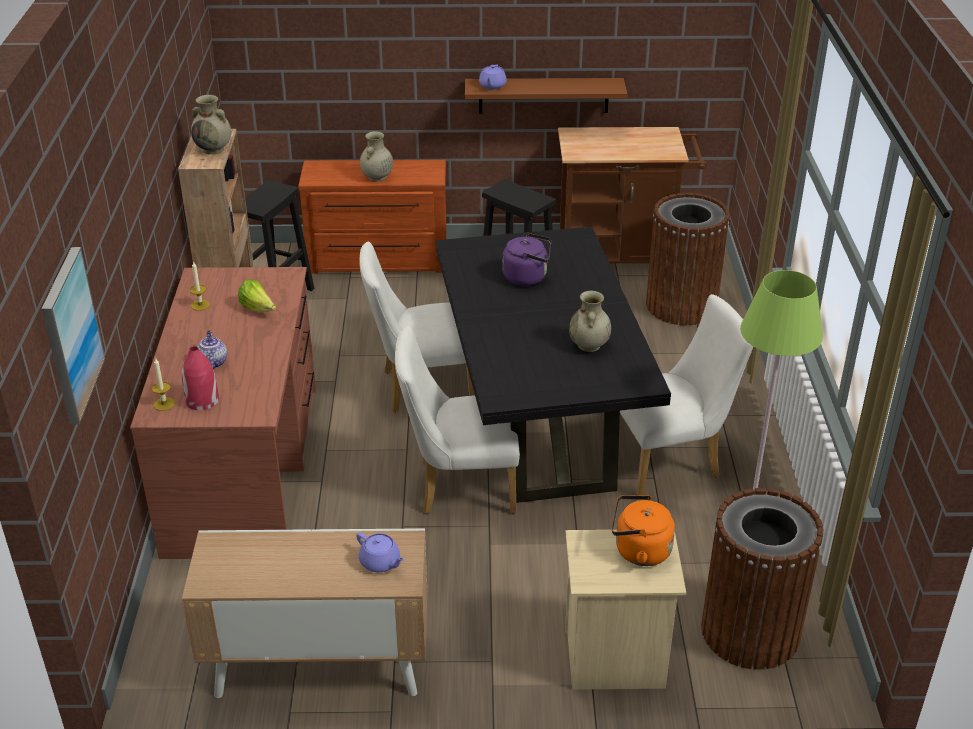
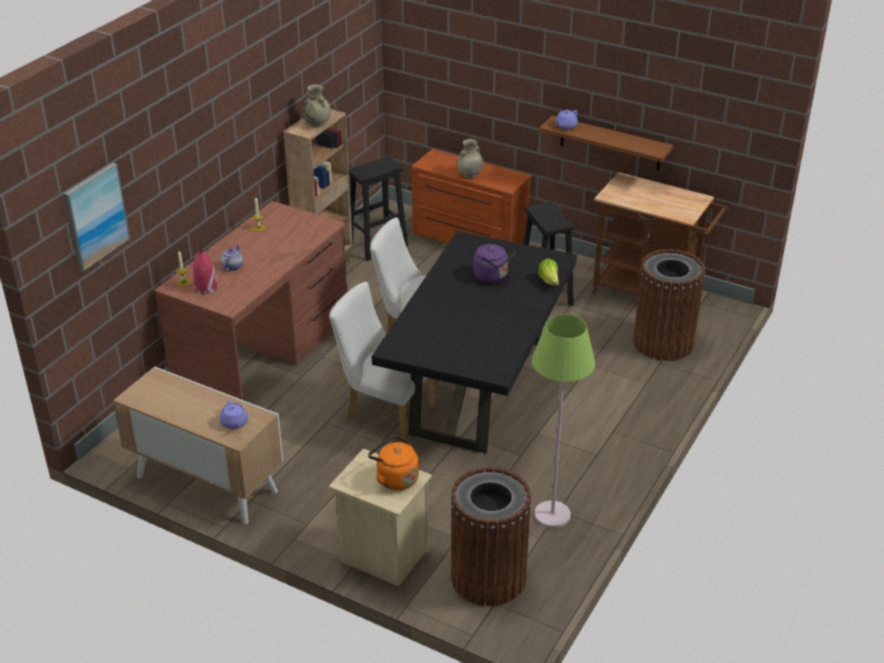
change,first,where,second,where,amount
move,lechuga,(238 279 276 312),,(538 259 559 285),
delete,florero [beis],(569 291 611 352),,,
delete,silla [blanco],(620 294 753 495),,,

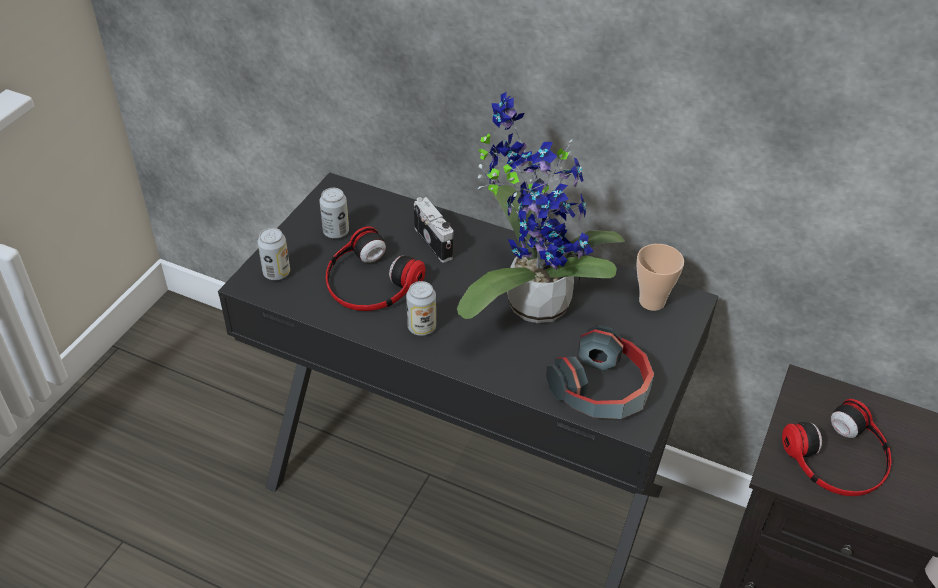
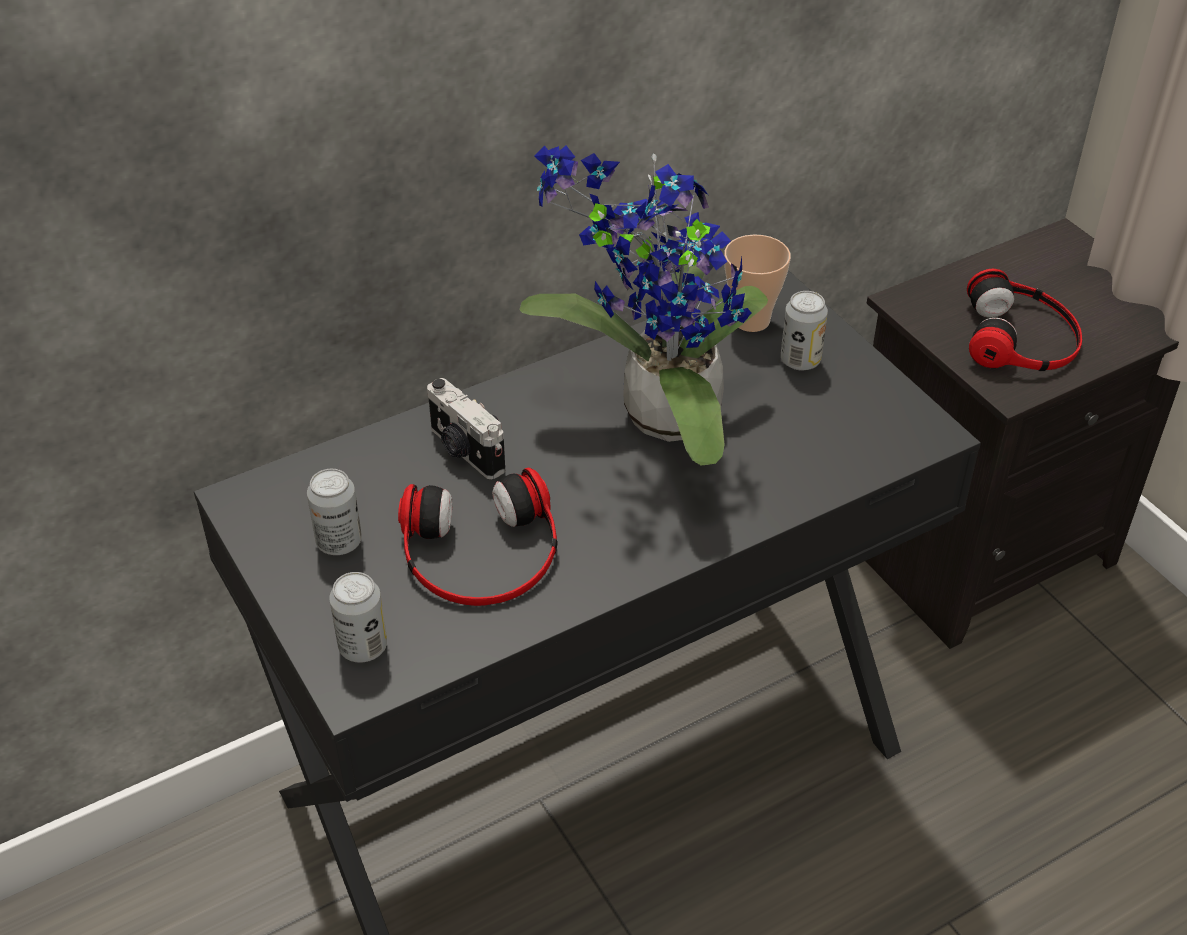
change,first,where,second,where,amount
rotate,cámara,(414 197 453 263),,(427 378 505 479),135 degrees counterclockwise
move,lata,(406 281 436 336),,(781 291 828 371),
delete,auriculares,(546 325 654 419),,,

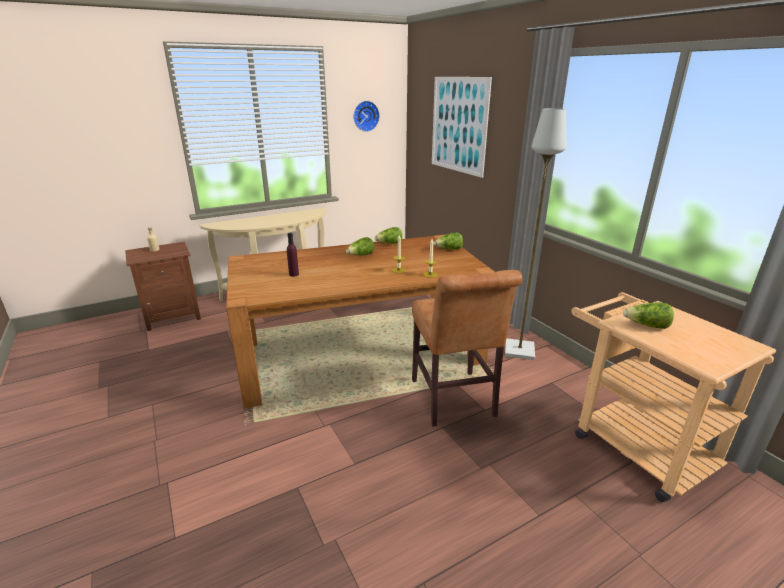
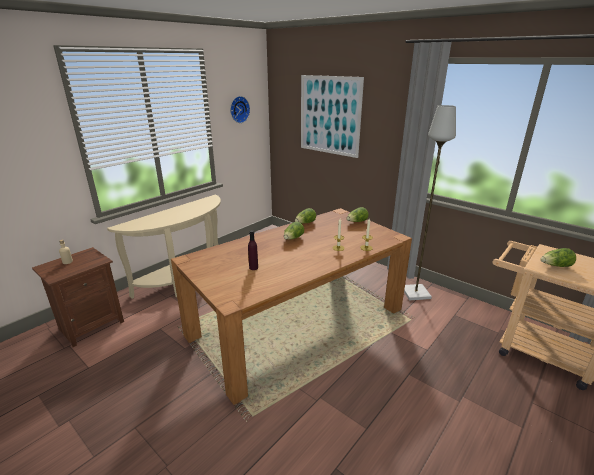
change,first,where,second,where,amount
delete,silla [marrón],(412 270 522 426),,,

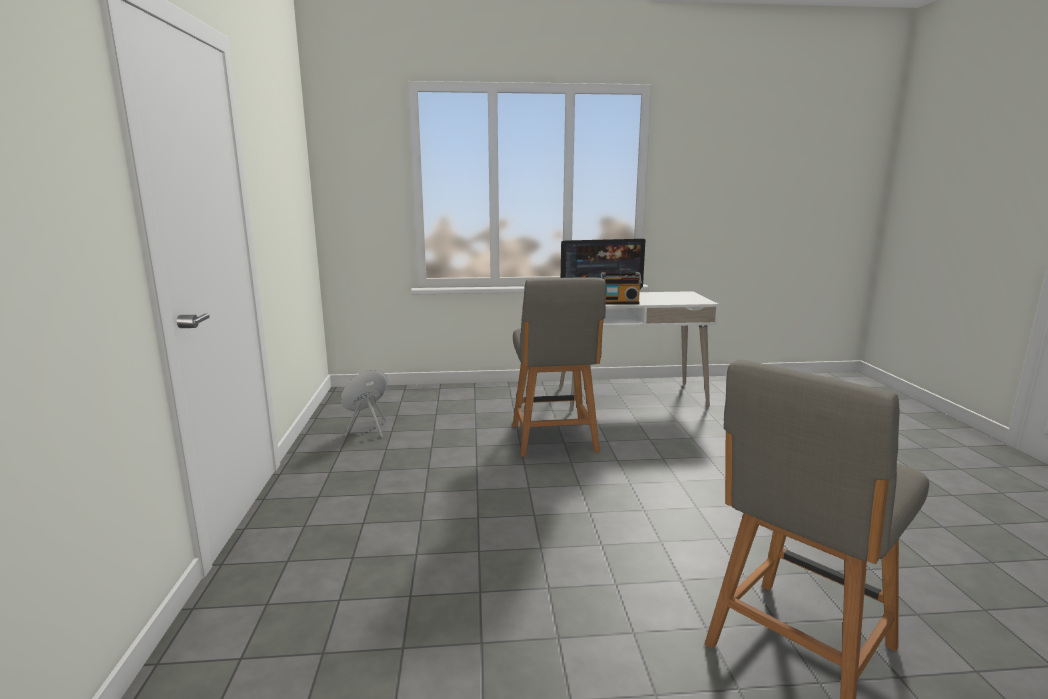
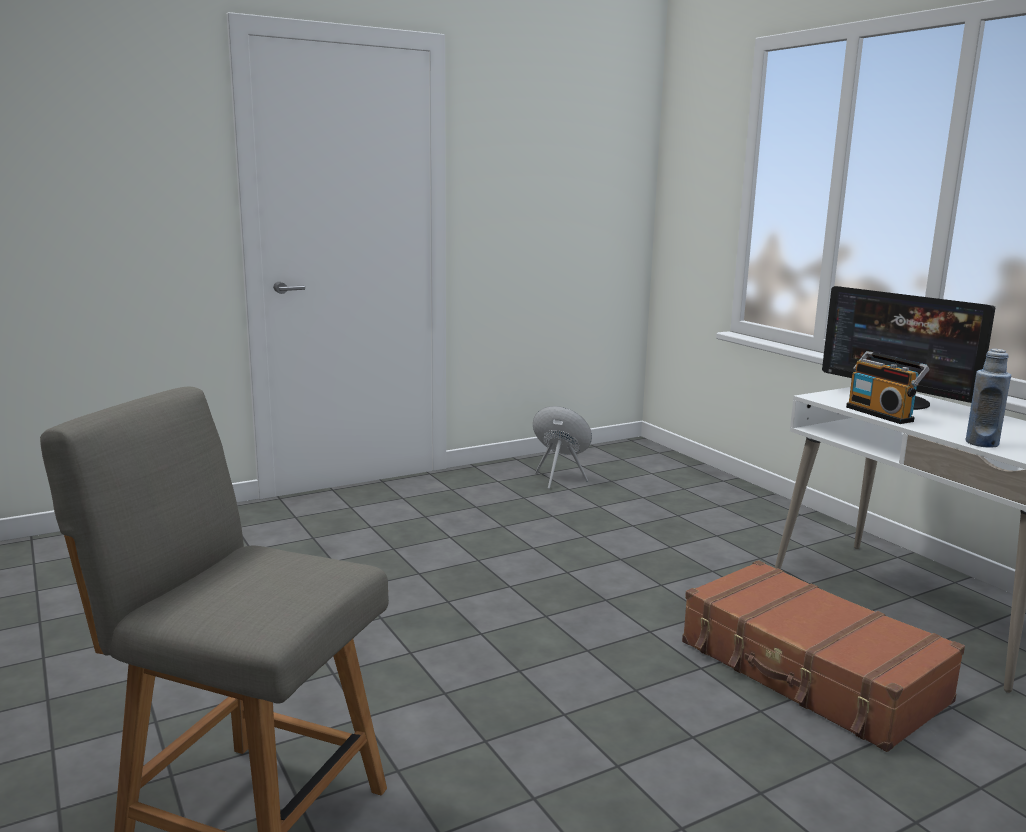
change,first,where,second,where,amount
insert,,,maleta [marrón],(682 560 965 752),
insert,,,botella [azul],(965 349 1011 448),
delete,silla [gris],(512 278 606 457),,,

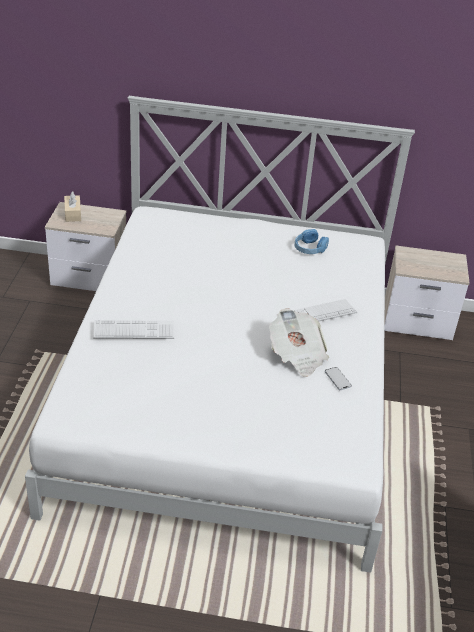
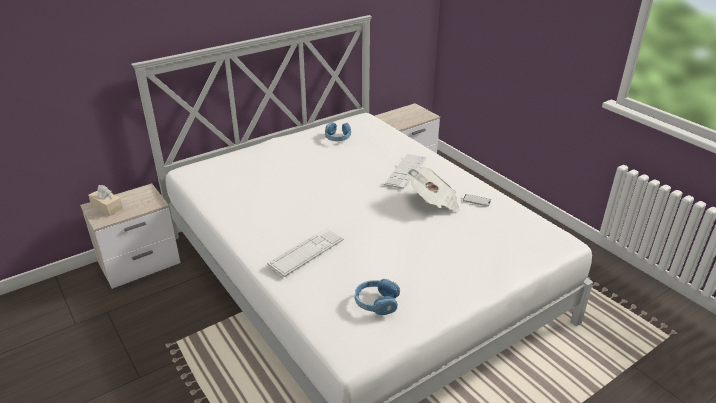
change,first,where,second,where,amount
insert,,,auriculares [azul],(355 279 400 315),

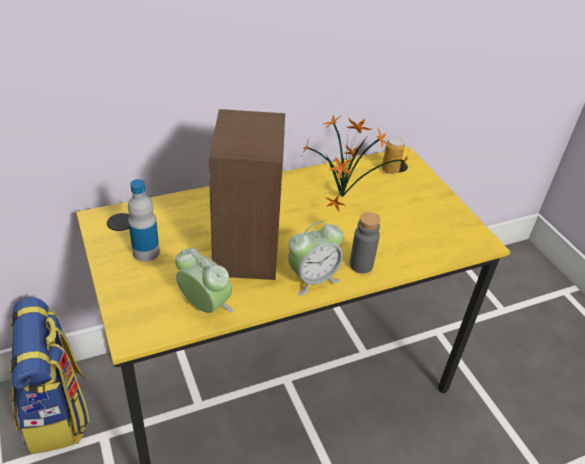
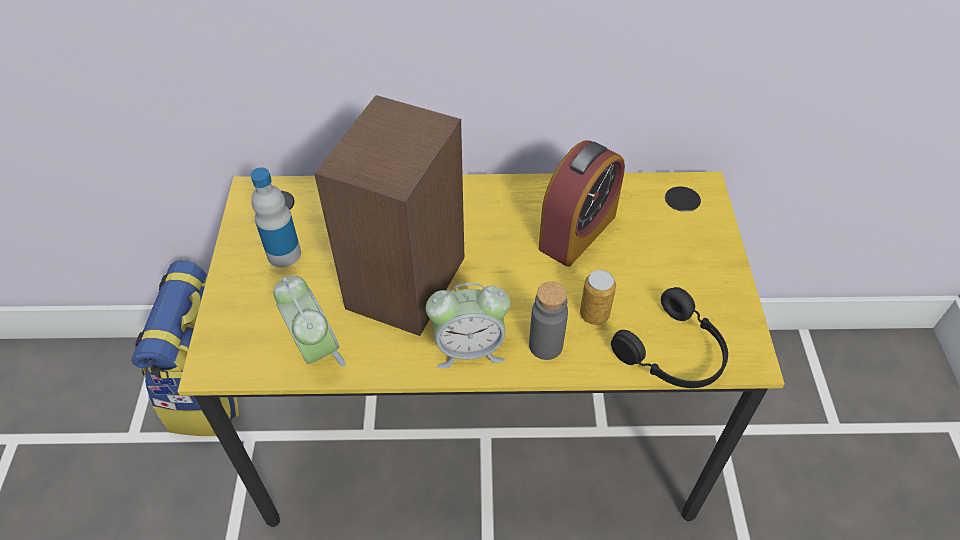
change,first,where,second,where,amount
replace,planta en maceta,(302 114 409 212),despertador,(538 140 625 267),
move,lata,(382 137 405 174),,(580 270 616 325),
insert,,,auriculares [negro],(611 287 728 388),

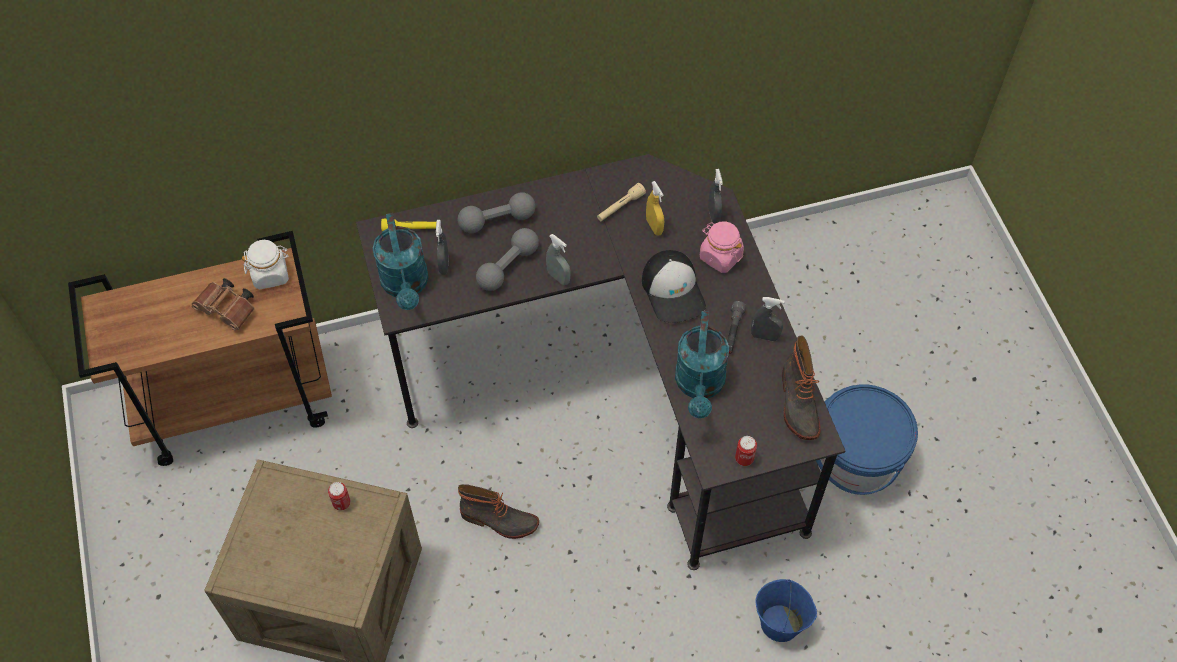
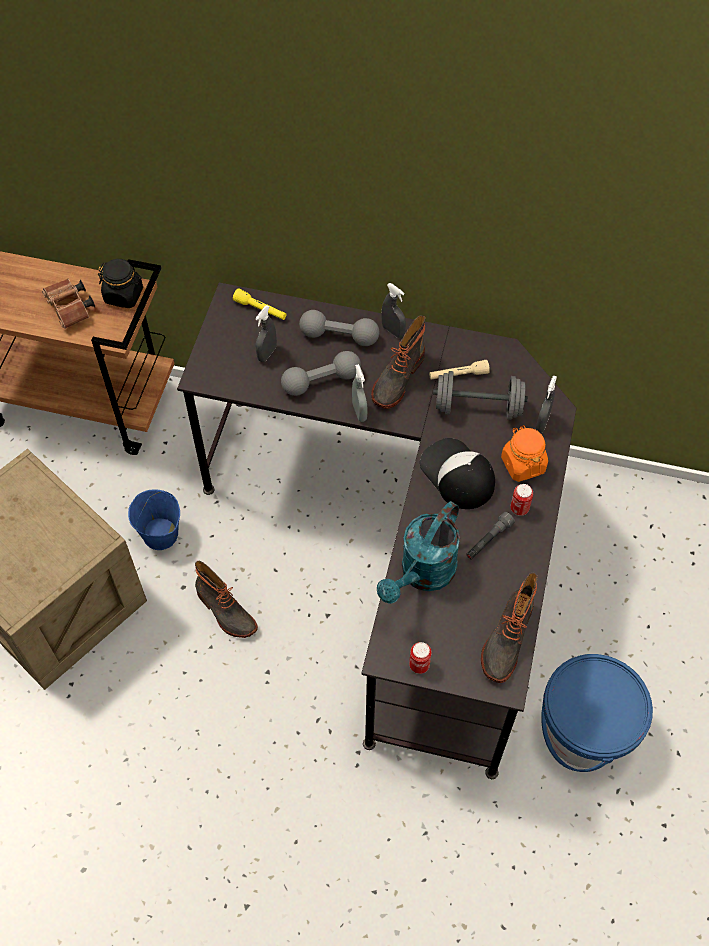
change,first,where,second,where,amount
recolor,tarro [blanco],(242 240 289 289),tarro [negro],(98 259 143 308),
move,cubo [azul],(755 579 817 642),,(128 489 180 550),
insert,,,bota,(371 315 425 409),
move,pulverizador [gris],(751 297 785 341),,(381 283 406 338),
rotate,gorra,(642 250 706 323),,(420 438 495 509),135 degrees clockwise
replace,pulverizador [amarillo],(646 181 664 236),mancuerna [gris],(433 371 528 420),
recolor,tarro [rosa],(700 221 744 273),tarro [naranja],(501 425 548 482),
move,lata,(328 482 351 510),,(510 484 533 516),
delete,regadera [turquesa],(373 213 429 310),,,

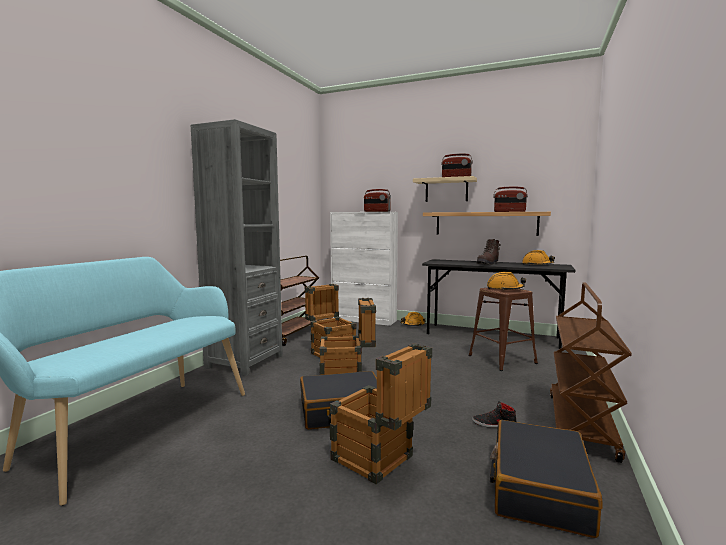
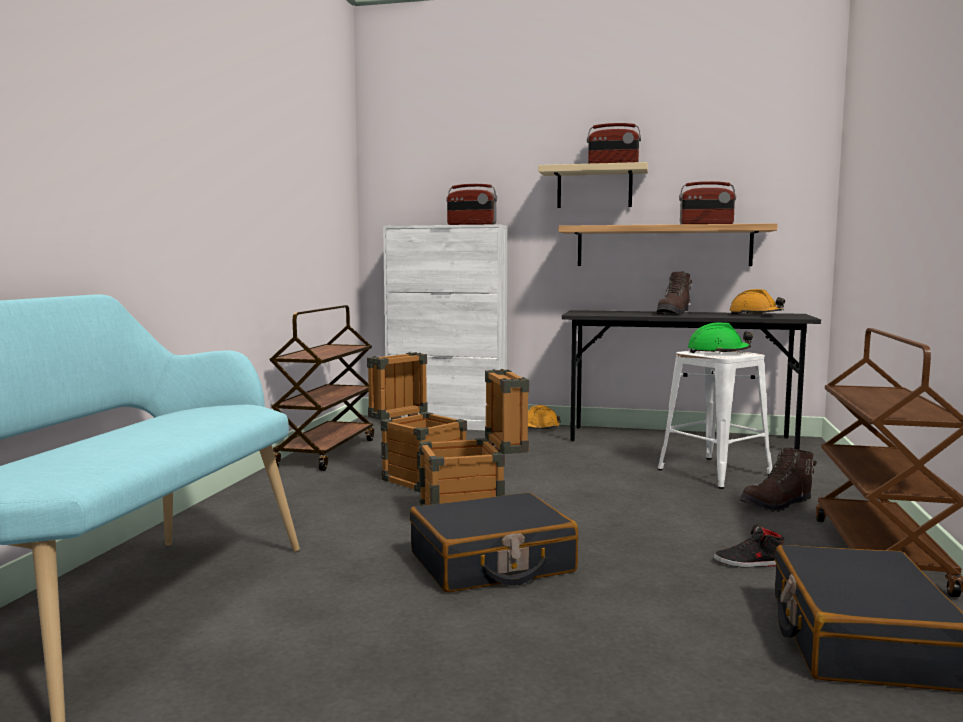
change,first,where,second,where,amount
recolor,taburete [marrón],(469 288 538 371),taburete [blanco],(658 351 773 489),
recolor,casco [naranja],(487 272 526 291),casco [verde],(688 322 753 353),
insert,,,bota [marrón],(740 447 817 512),
delete,estantería [gris],(191 119 283 376),,,
delete,caja de embalaje,(330 343 432 484),,,

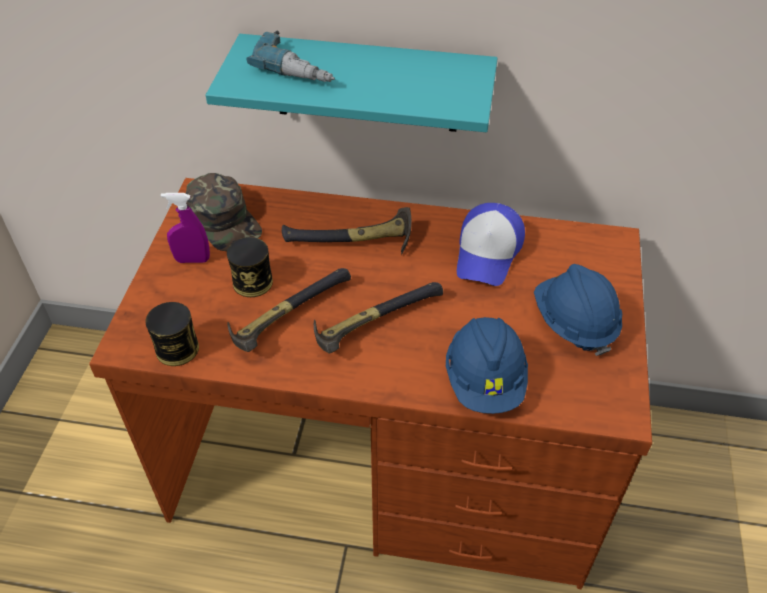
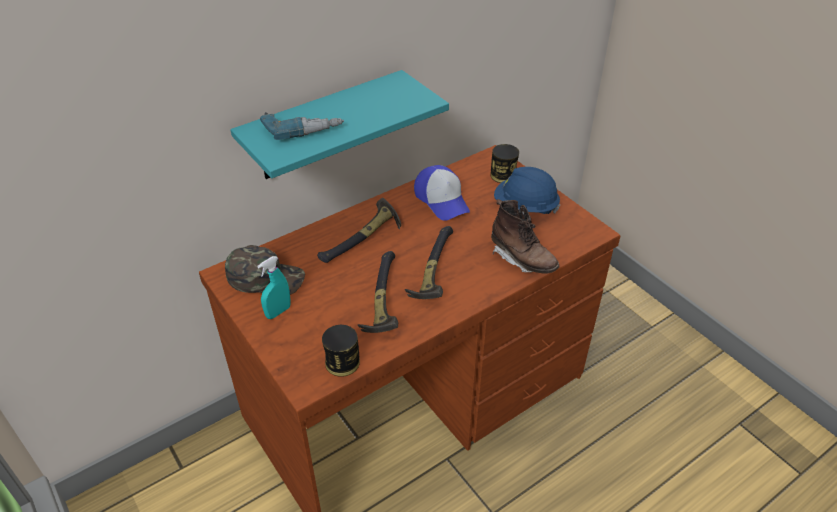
change,first,where,second,where,amount
recolor,pulverizador [morado],(161 193 210 263),pulverizador [turquesa],(257 256 291 319),
move,lata,(227 237 273 297),,(490 144 519 183),
replace,casco [azul],(446 317 528 414),bota [marrón],(491 199 559 274),

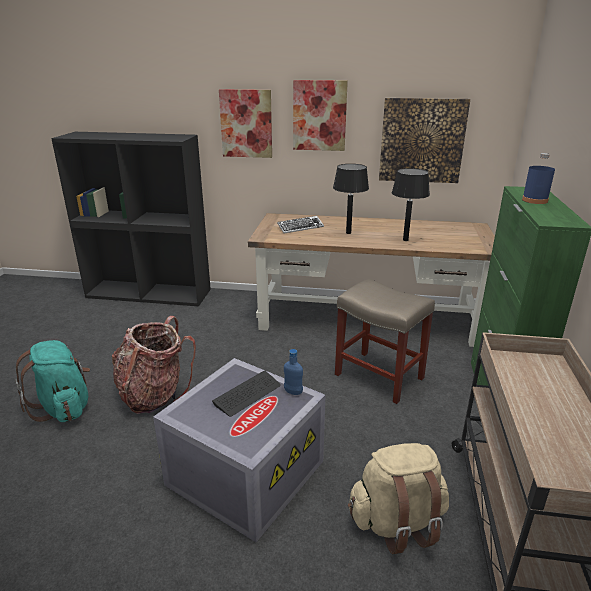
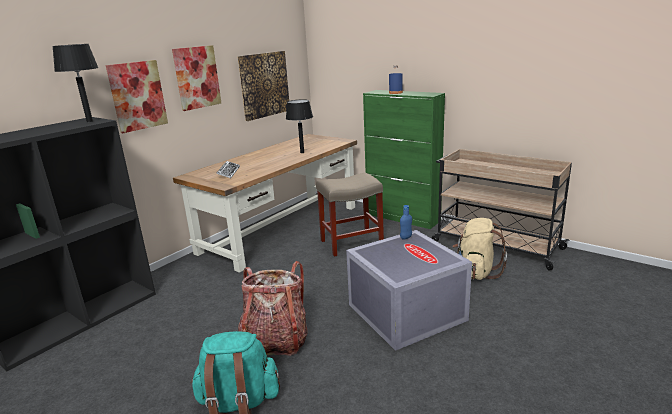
change,first,where,second,where,amount
move,lámpara de mesa [negro],(333 164 369 234),,(52 44 99 122),
delete,teclado,(212 371 281 417),,,

